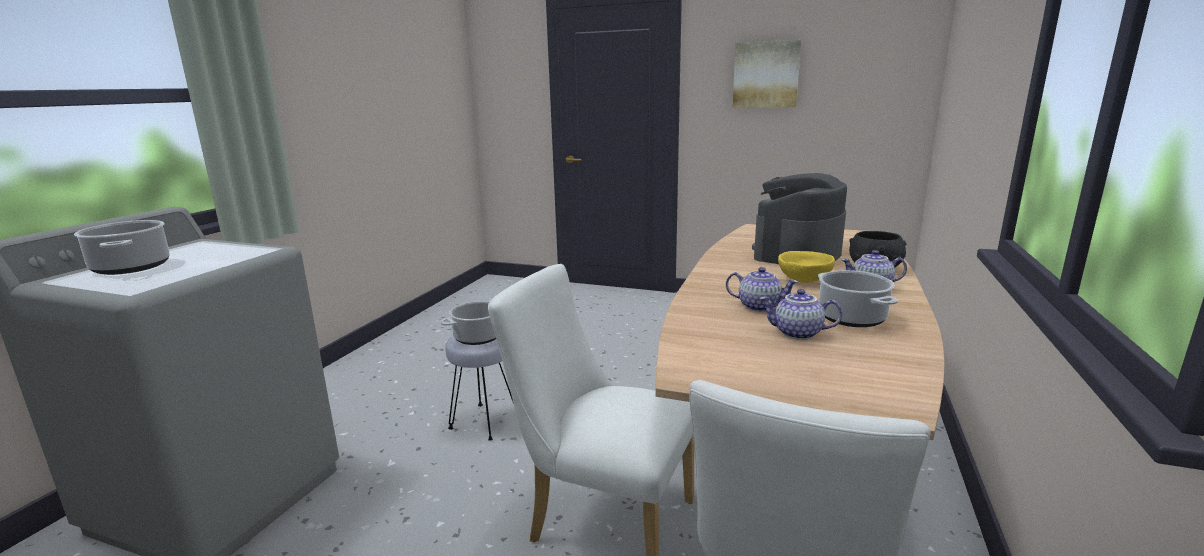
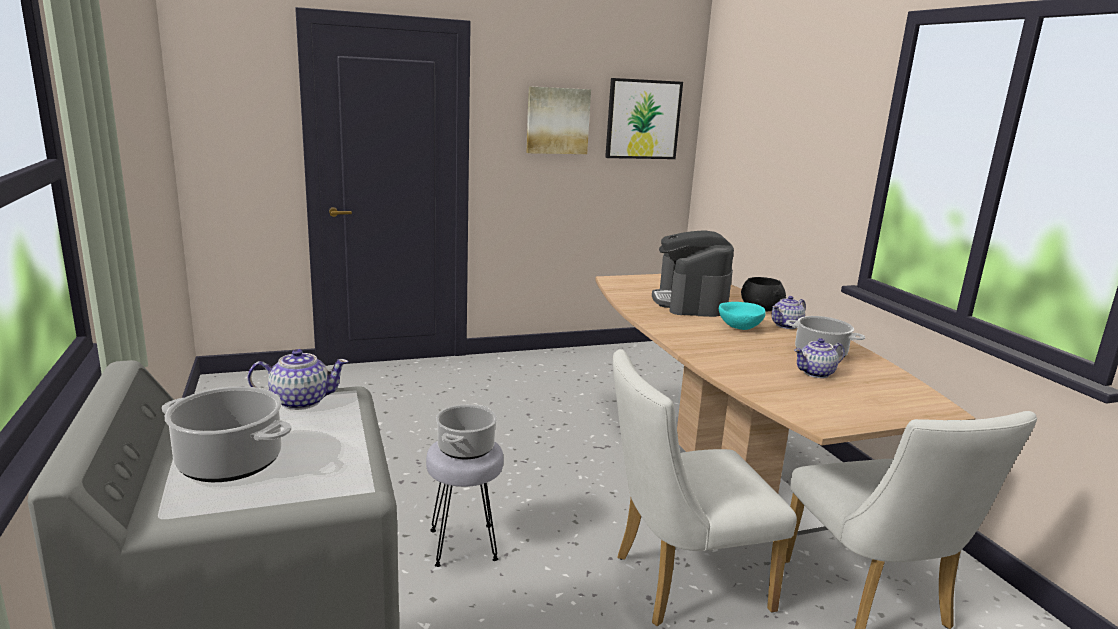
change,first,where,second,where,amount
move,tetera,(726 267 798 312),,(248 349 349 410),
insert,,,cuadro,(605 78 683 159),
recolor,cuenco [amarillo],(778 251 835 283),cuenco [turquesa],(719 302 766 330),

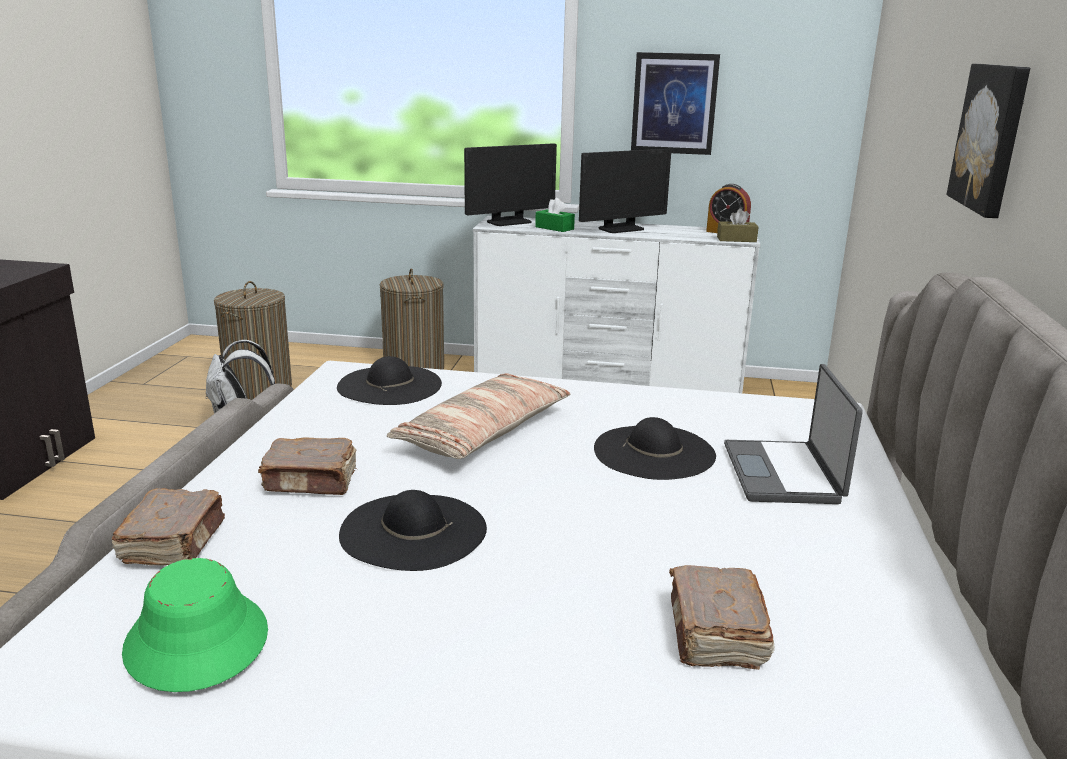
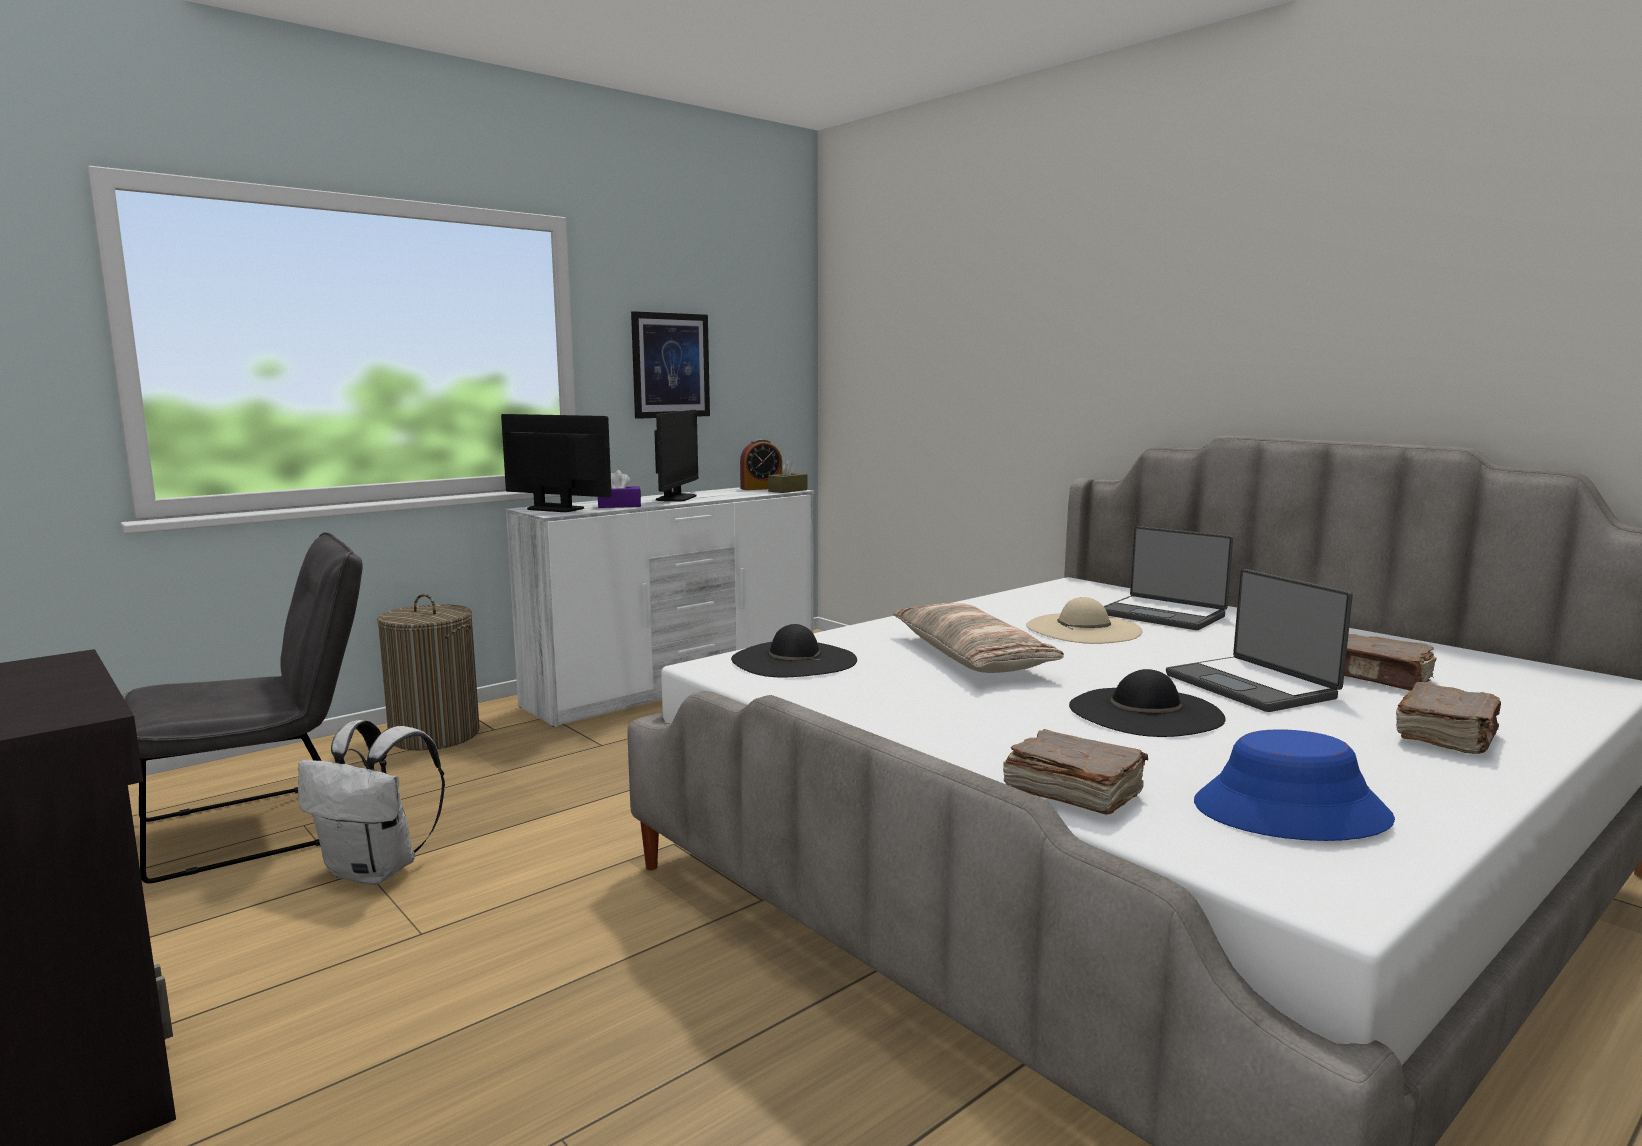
change,first,where,second,where,amount
replace,cesto de la ropa,(214 281 292 400),silla [gris],(123 532 363 883),
rotate,monitor,(464 143 557 226),,(501 414 612 512),75 degrees counterclockwise
recolor,caja de pañuelos [verde],(535 198 575 232),caja de pañuelos [morado],(598 470 641 508),
recolor,sombrero [negro],(594 417 716 480),sombrero [beis],(1026 597 1142 644),
insert,,,portátil,(1166 569 1353 712),
recolor,sombrero [verde],(122 558 268 692),sombrero [azul],(1194 729 1395 841),
move,libro [marrón],(258 437 357 495),,(1396 682 1501 754),
delete,cuadro,(946 64 1030 218),,,

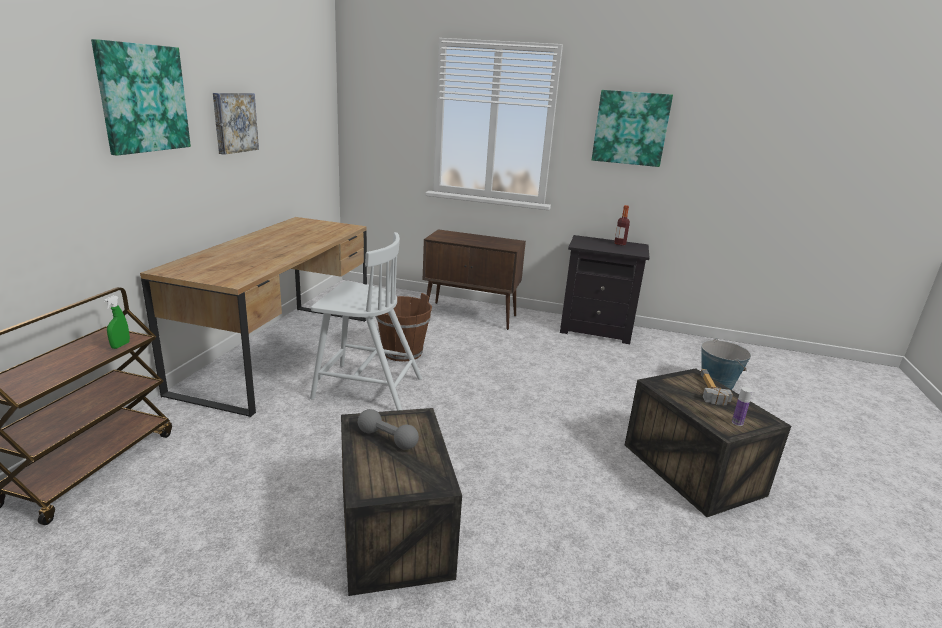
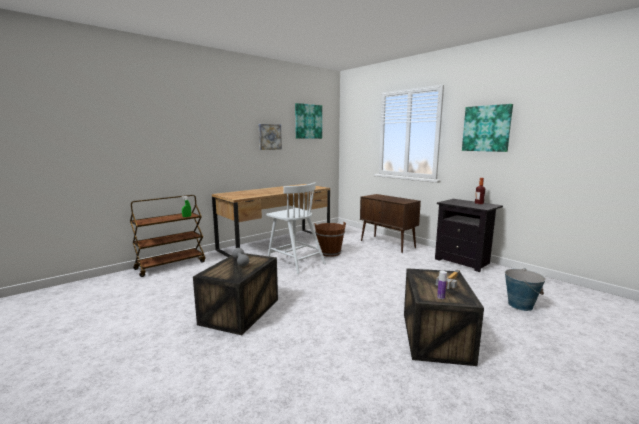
change,first,where,second,where,amount
move,cuadro,(91 39 191 156),,(295 103 322 139),

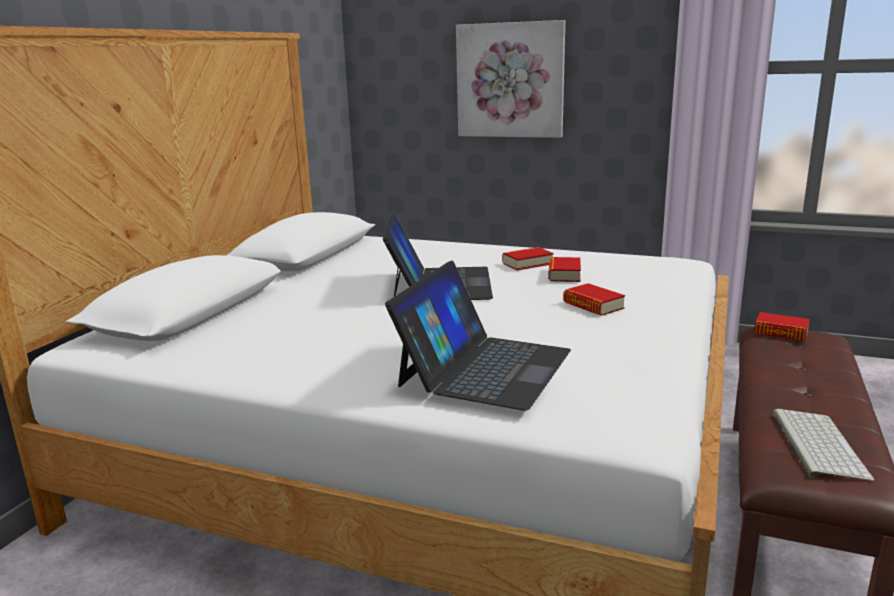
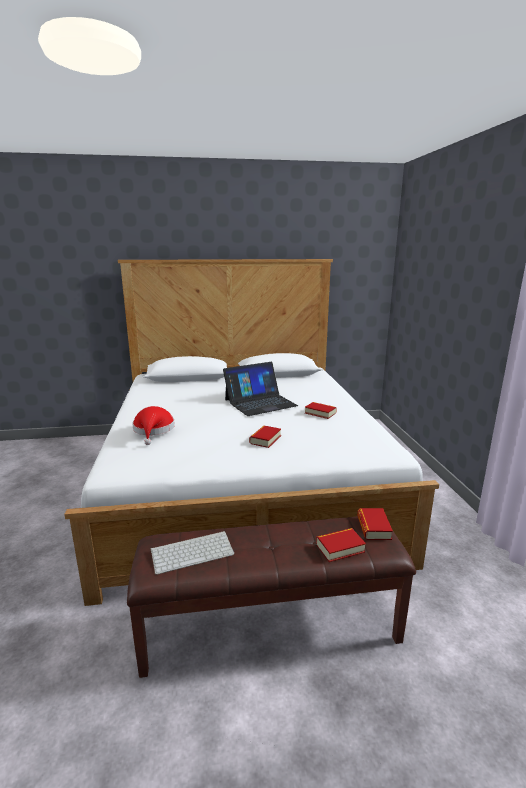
change,first,where,second,where,amount
replace,portátil,(385 261 571 410),sombrero [rojo],(132 406 175 445),
move,libro,(548 257 581 282),,(316 528 366 562),
delete,cuadro,(456 20 565 138),,,

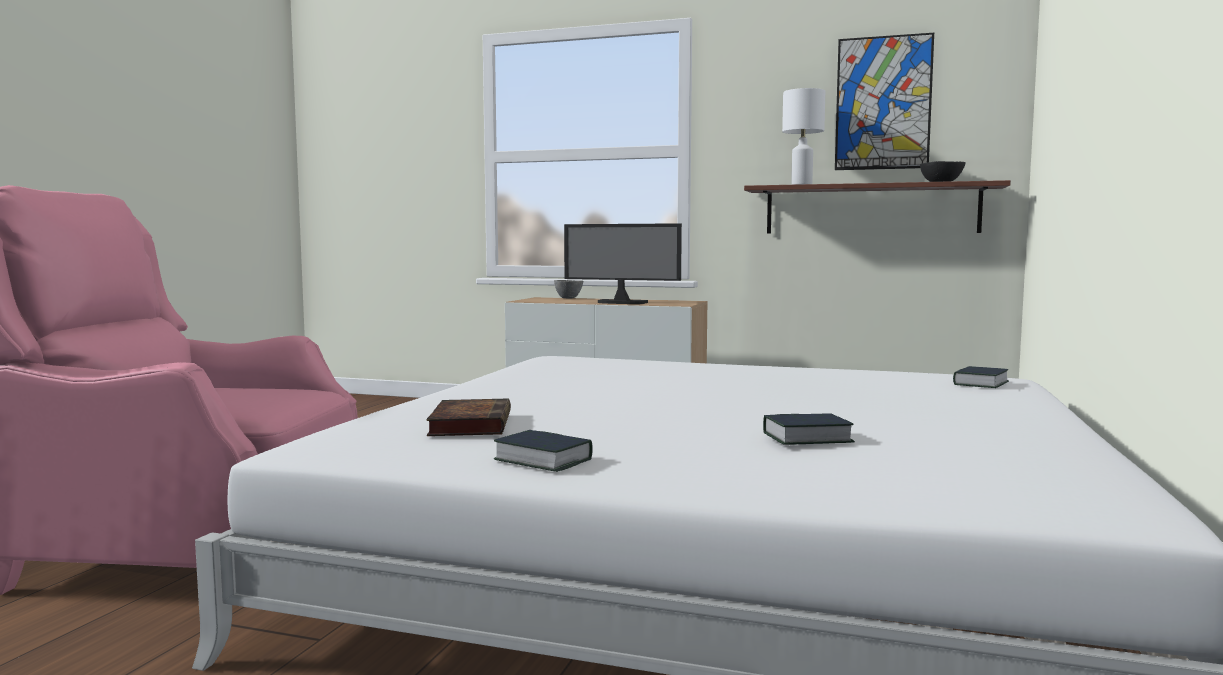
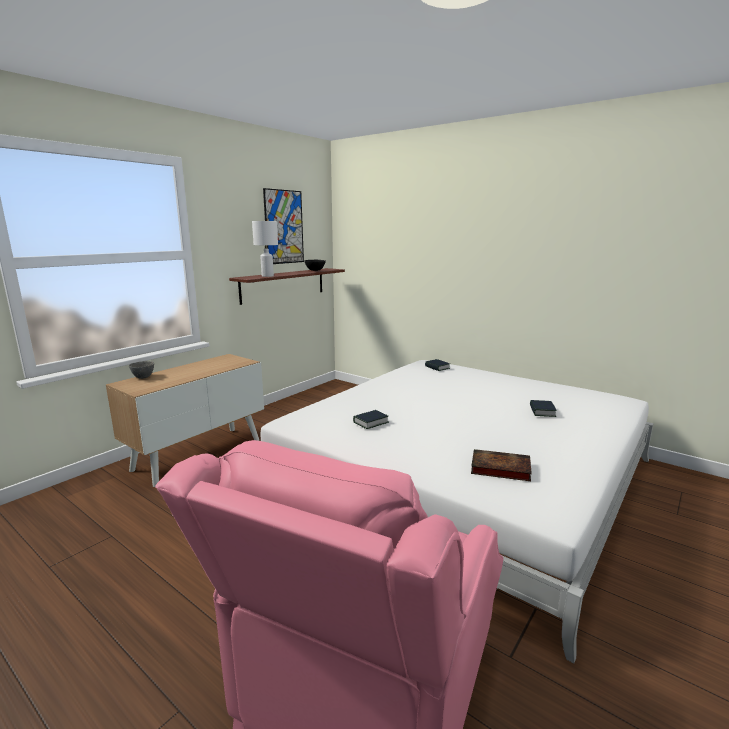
change,first,where,second,where,amount
move,libro,(494 430 593 472),,(353 410 389 429),
delete,monitor,(564 223 682 304),,,

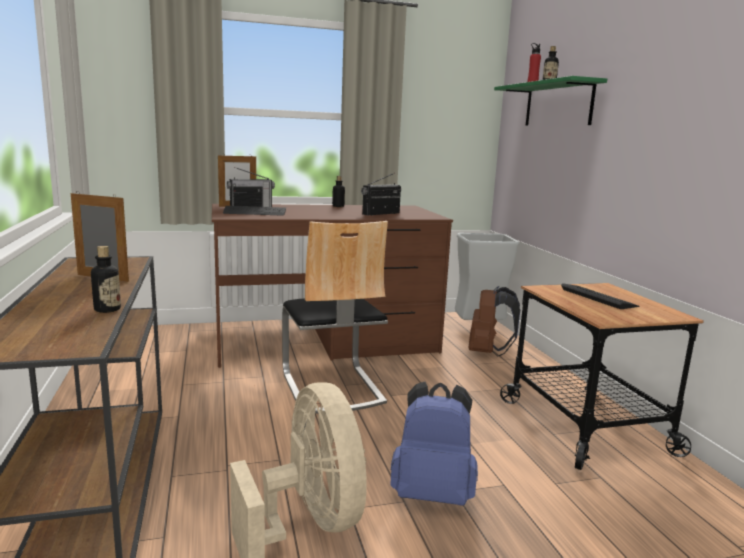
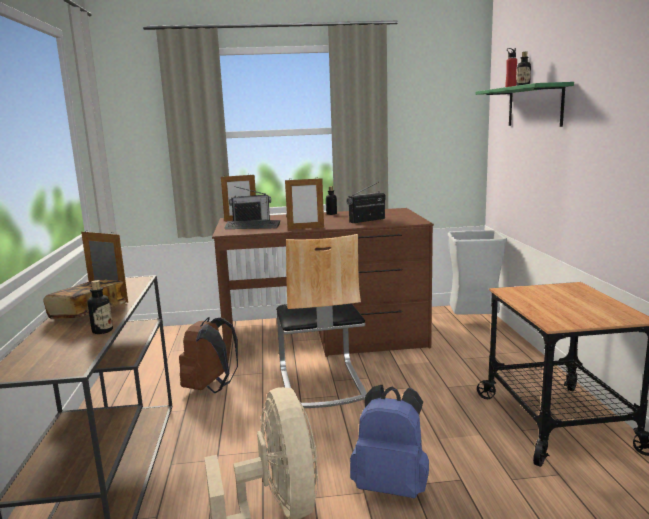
change,first,where,second,where,amount
insert,,,libro,(43 280 127 319),
move,mochila [marrón],(469 286 520 356),,(179 317 238 393),
insert,,,portarretratos,(285 177 324 230),
delete,teclado,(561 283 640 309),,,

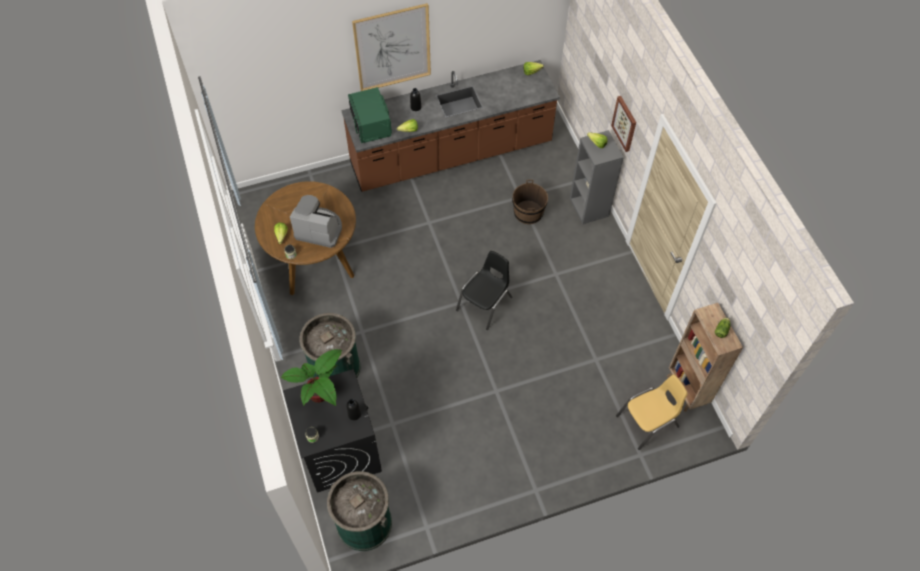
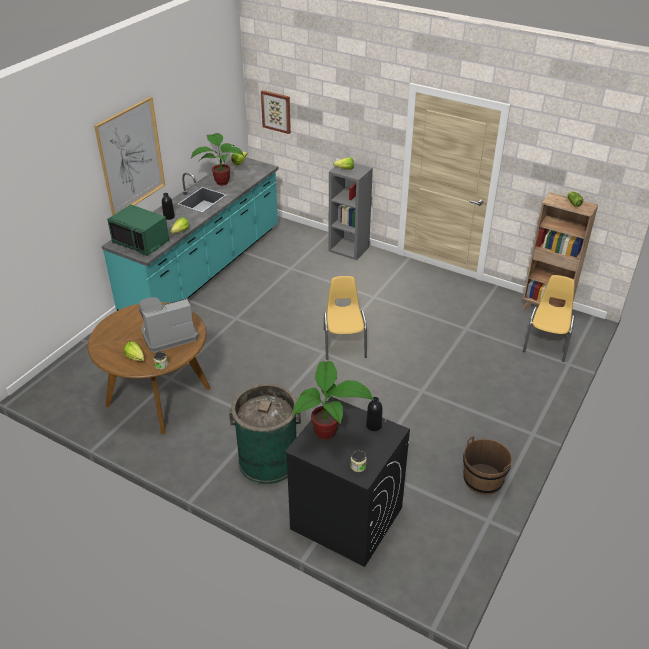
change,first,where,second,where,amount
recolor,mueble bajo de cocina [marrón],(342 60 560 192),mueble bajo de cocina [turquesa],(102 157 279 311),
insert,,,planta en maceta,(191 133 244 186),
move,cuadro,(611 96 636 152),,(261 90 291 134),
recolor,silla [negro],(456 251 513 330),silla [amarillo],(324 276 367 360),
move,cubo [marrón],(512 180 548 224),,(463 436 512 495),
delete,papelera [verde],(327 471 392 551),,,

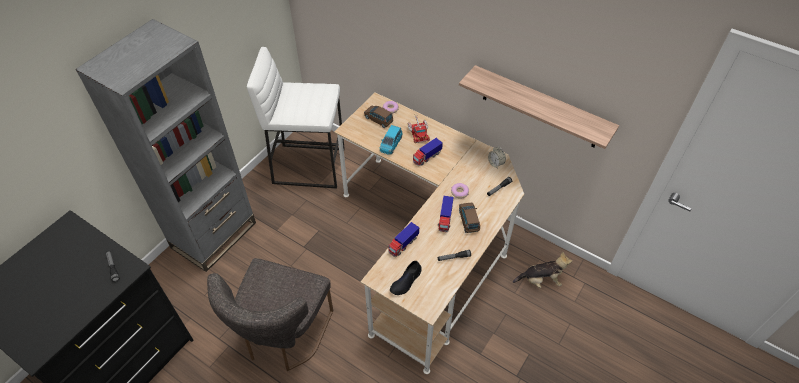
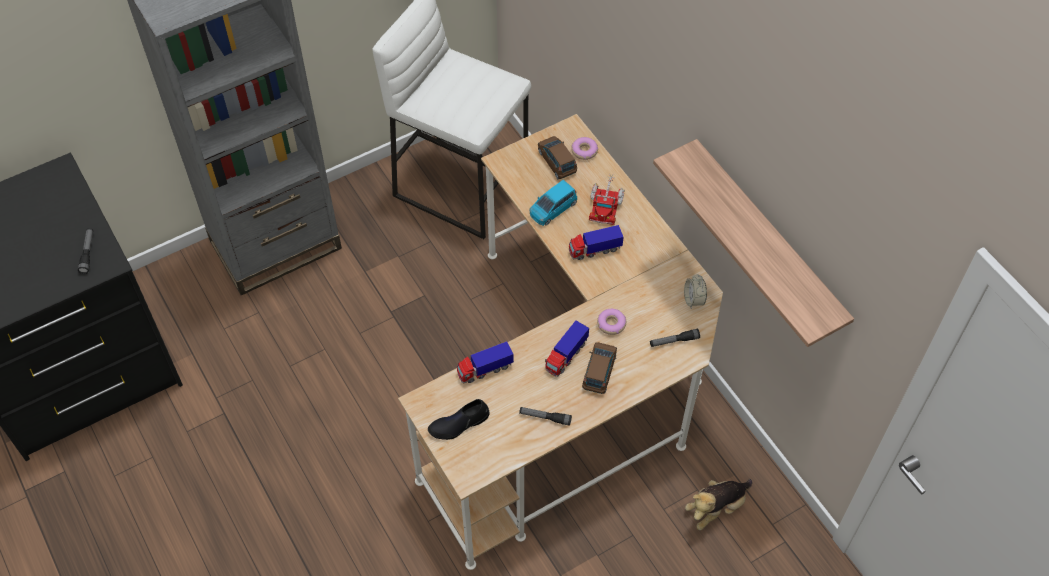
change,first,where,second,where,amount
rotate,peluche,(513 252 572 288),,(685 479 752 530),120 degrees clockwise
delete,silla [gris],(207 258 333 371),,,

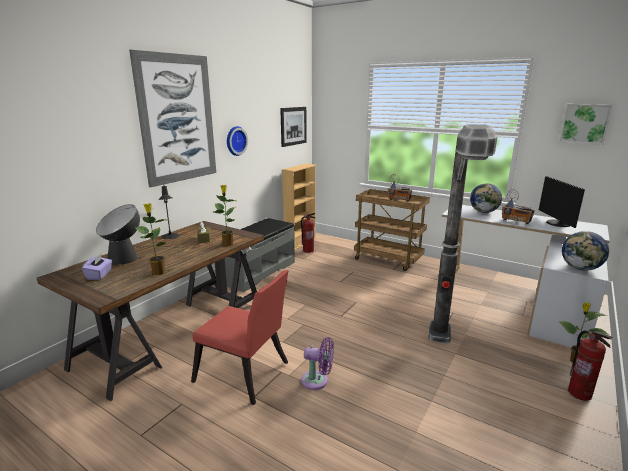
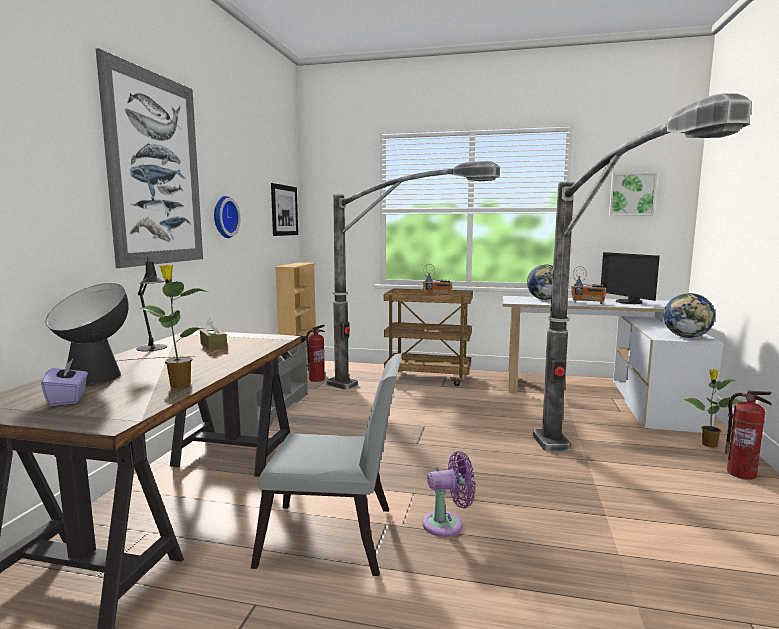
change,first,where,second,where,amount
recolor,silla [rojo],(191 270 289 405),silla [gris],(251 354 402 576),
insert,,,lámpara de pie,(326 161 500 390),
delete,planta en maceta,(212 185 237 246),,,

